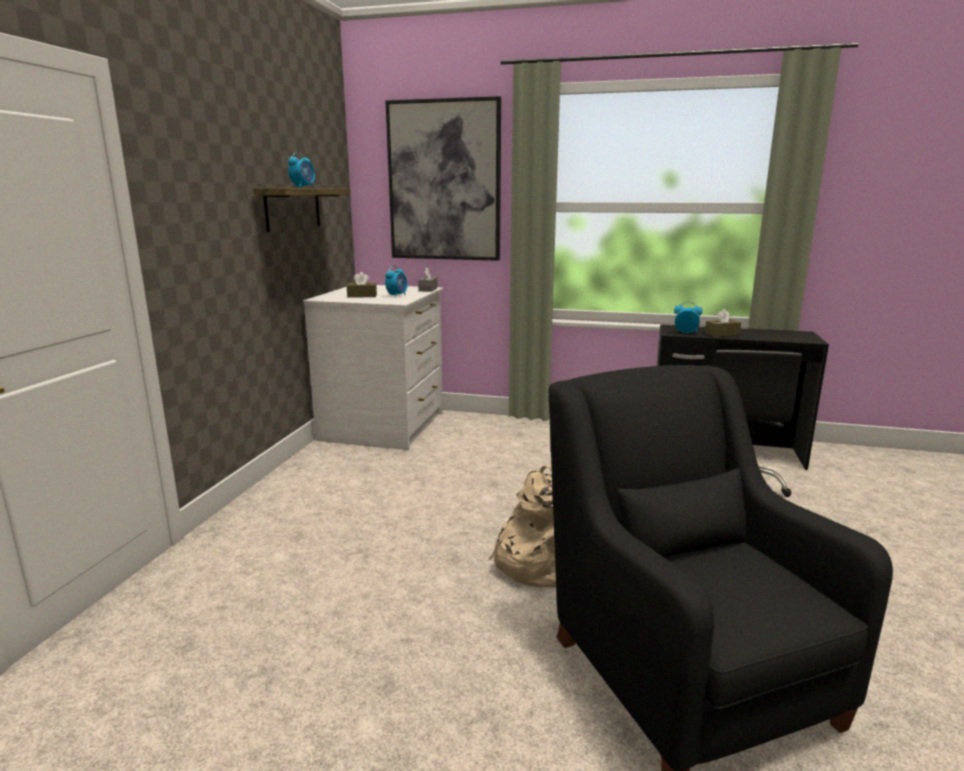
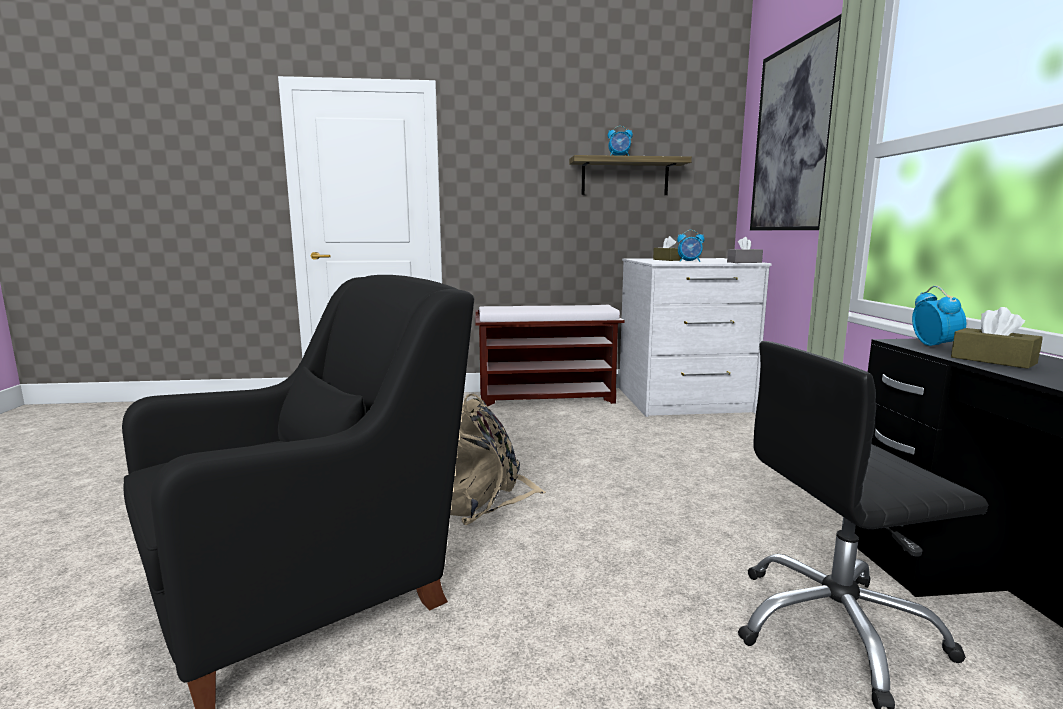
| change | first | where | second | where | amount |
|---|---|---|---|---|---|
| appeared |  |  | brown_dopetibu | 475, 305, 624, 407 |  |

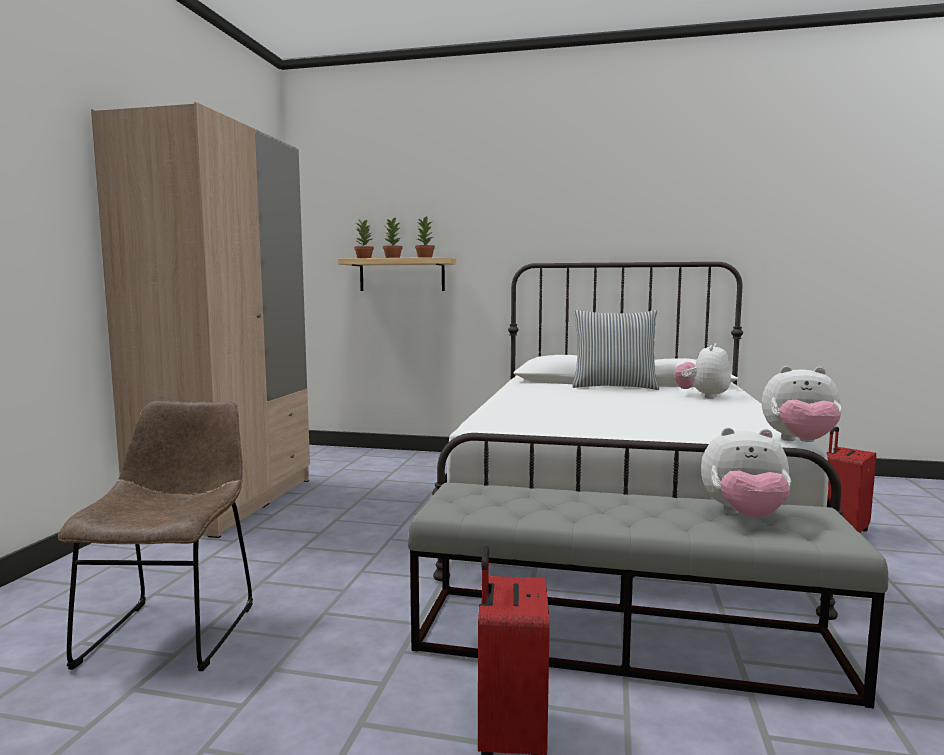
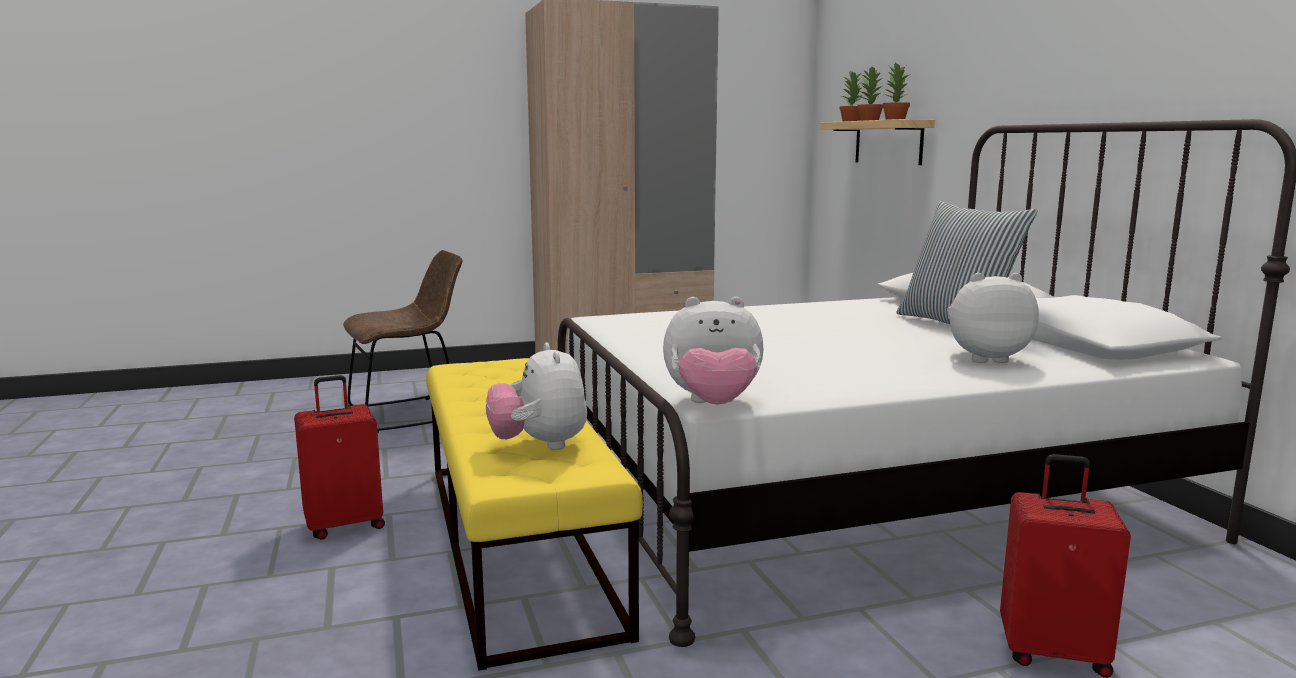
| change | first | where | second | where | amount |
|---|---|---|---|---|---|
| spun | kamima | 762, 366, 842, 442 |  | 663, 297, 763, 405 | 75 degrees counterclockwise |
| colour | grey_dopetibu | 408, 482, 888, 708 | yellow_dopetibu | 426, 358, 643, 671 |  |

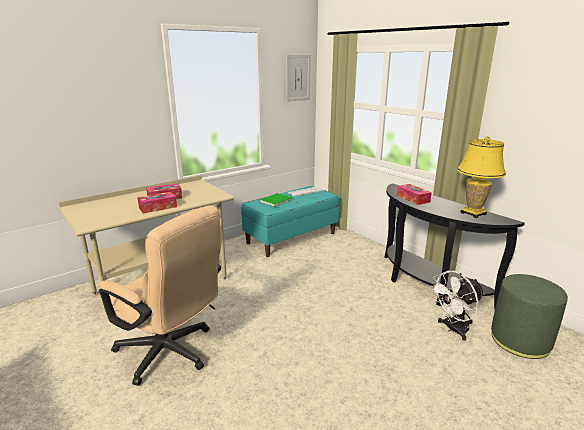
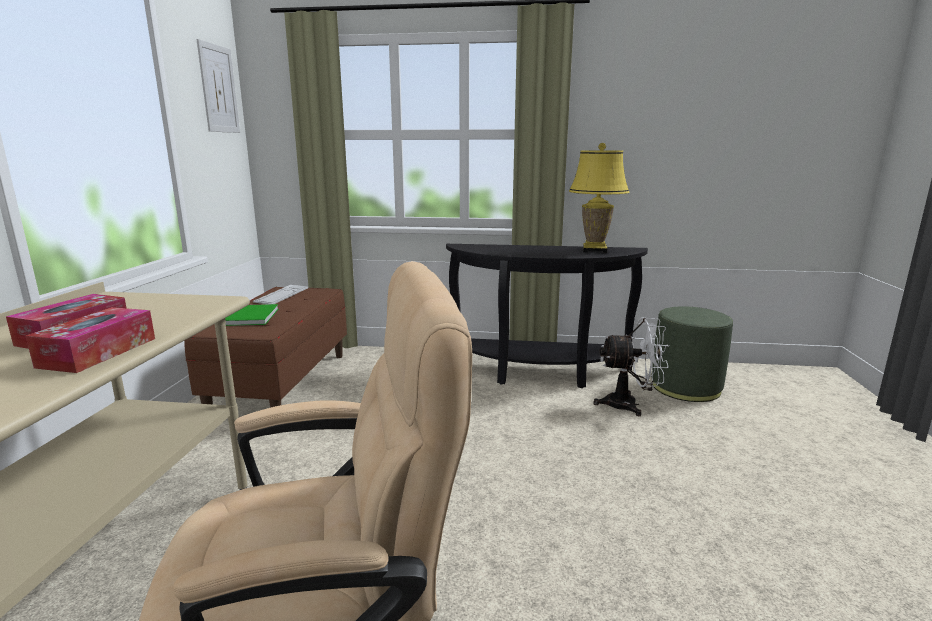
| change | first | where | second | where | amount |
|---|---|---|---|---|---|
| missing | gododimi | 397, 184, 432, 205 |  |  |  |
| colour | turquoise_dopetibu | 241, 186, 339, 257 | brown_dopetibu | 184, 287, 347, 408 |  |
| spun | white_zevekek | 429, 271, 485, 341 |  | 593, 317, 669, 416 | 105 degrees counterclockwise |

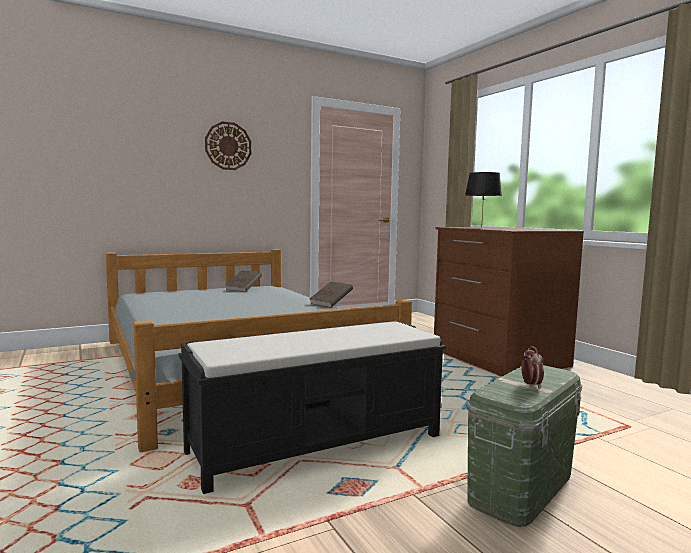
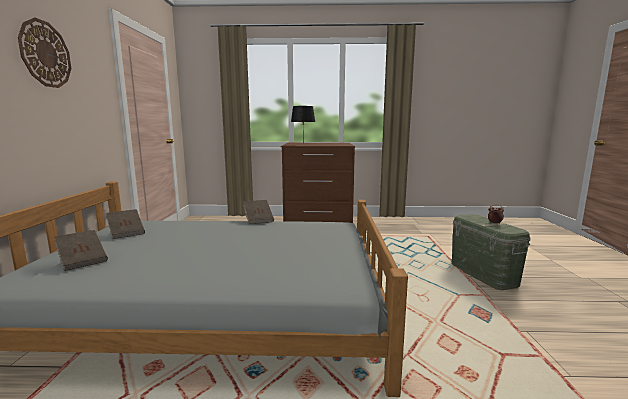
| change | first | where | second | where | amount |
|---|---|---|---|---|---|
| missing | black_dopetibu | 179, 320, 446, 494 |  |  |  |
| appeared |  |  | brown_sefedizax | 54, 230, 108, 271 |  |

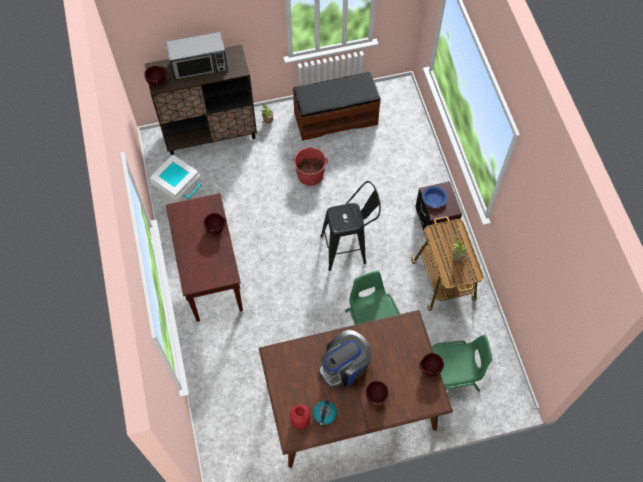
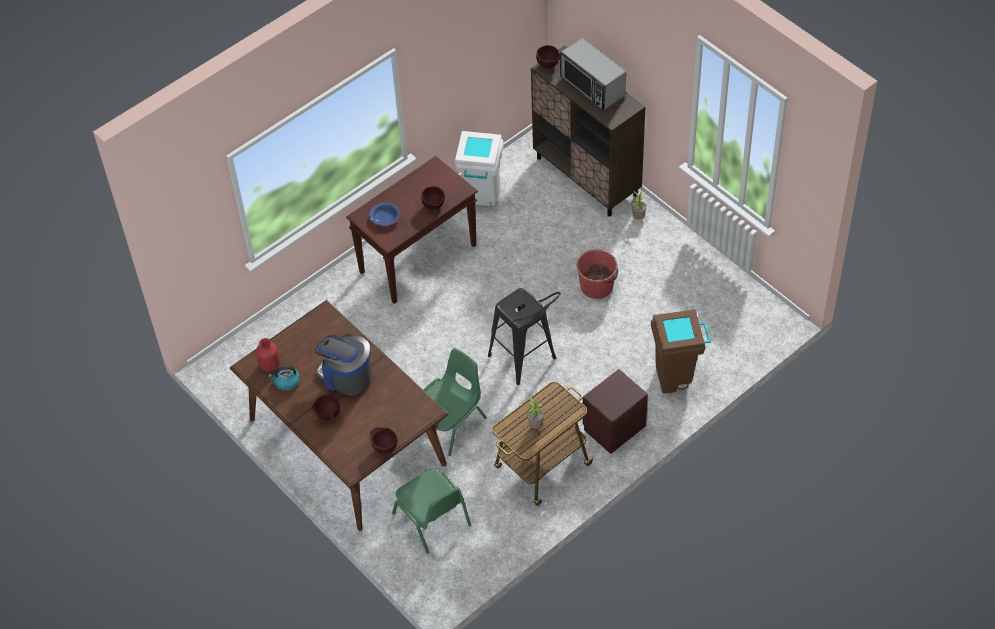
| change | first | where | second | where | amount |
|---|---|---|---|---|---|
| missing | brown_dopetibu | 293, 72, 381, 141 |  |  |  |
| relocated | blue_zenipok | 422, 186, 447, 208 |  | 369, 202, 400, 226 |  |
| appeared |  |  | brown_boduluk | 651, 309, 711, 394 |  |

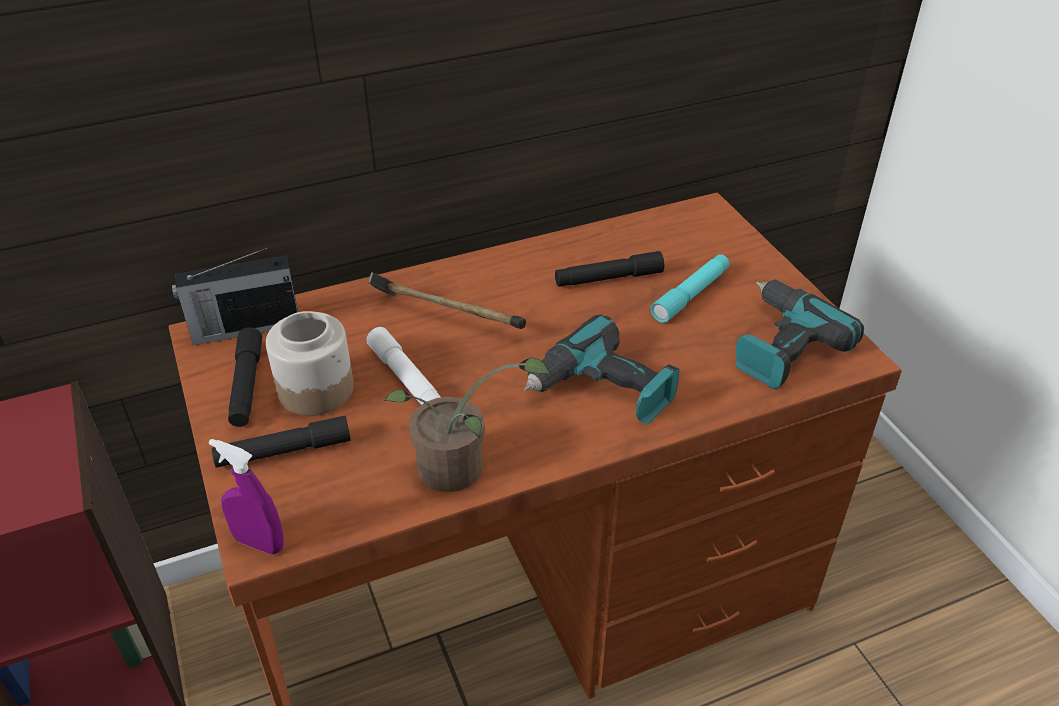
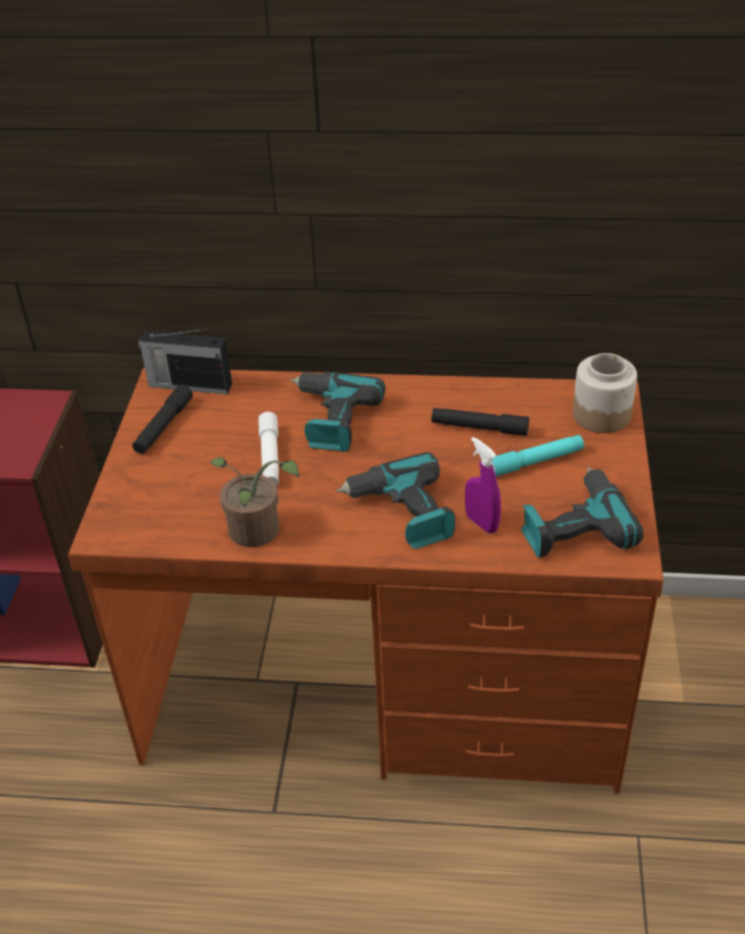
| change | first | where | second | where | amount |
|---|---|---|---|---|---|
| exchanged | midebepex | 368, 272, 526, 329 | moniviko | 290, 372, 385, 452 |  |
| relocated | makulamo | 266, 311, 354, 416 |  | 573, 353, 637, 433 |  |
| missing | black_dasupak | 212, 416, 351, 468 |  |  |  |
| relocated | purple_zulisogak | 209, 439, 284, 555 |  | 465, 437, 501, 533 |  |

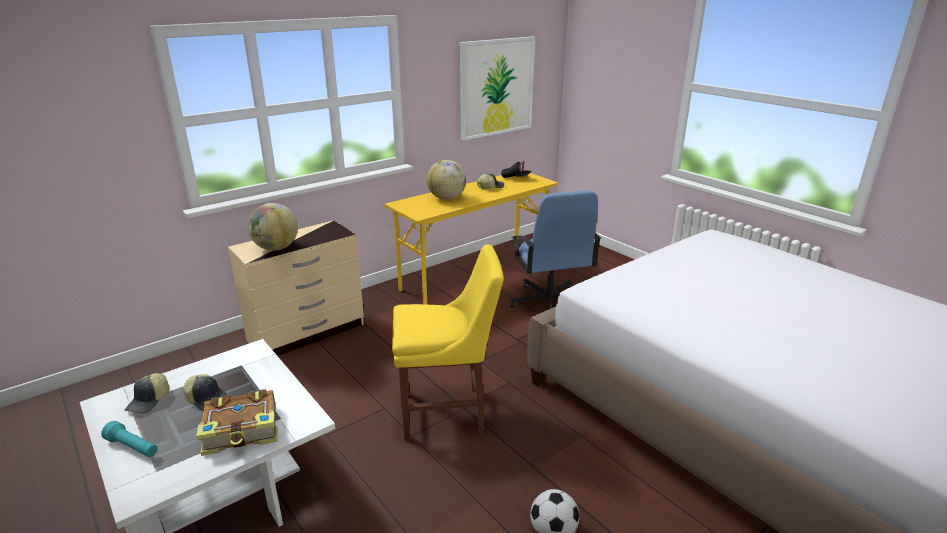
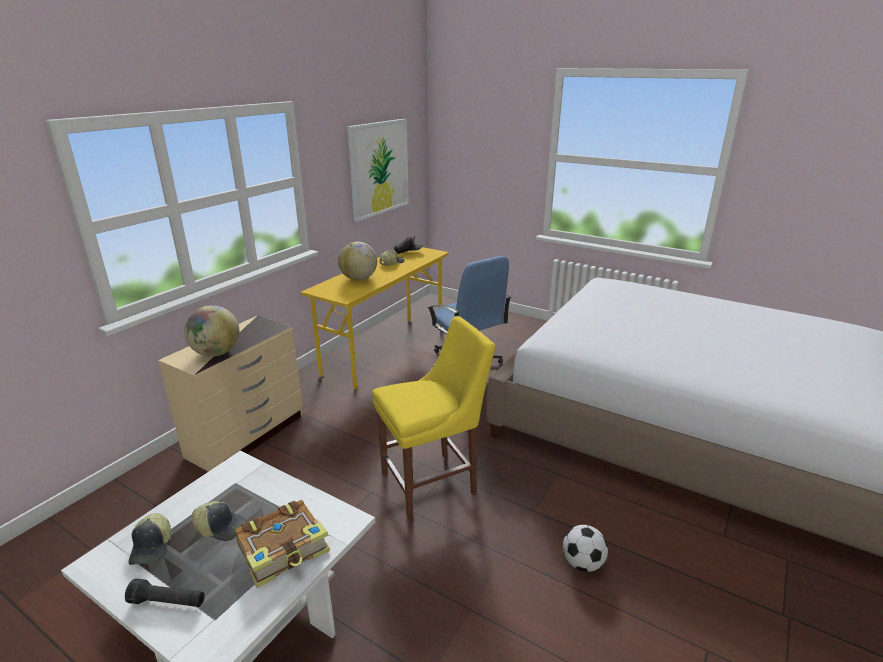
| change | first | where | second | where | amount |
|---|---|---|---|---|---|
| colour | turquoise_dasupak | 101, 421, 158, 457 | black_dasupak | 125, 578, 205, 607 |  |

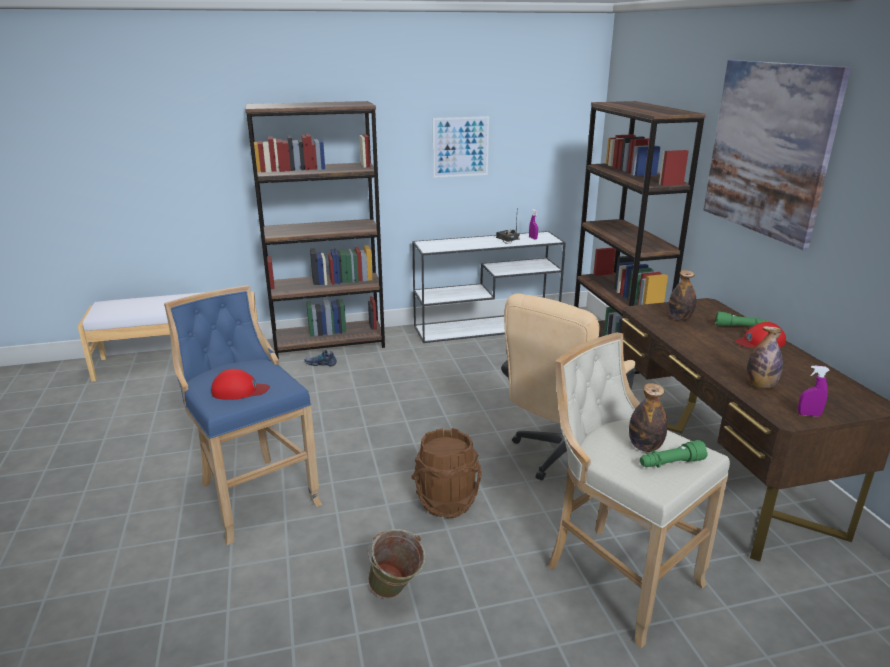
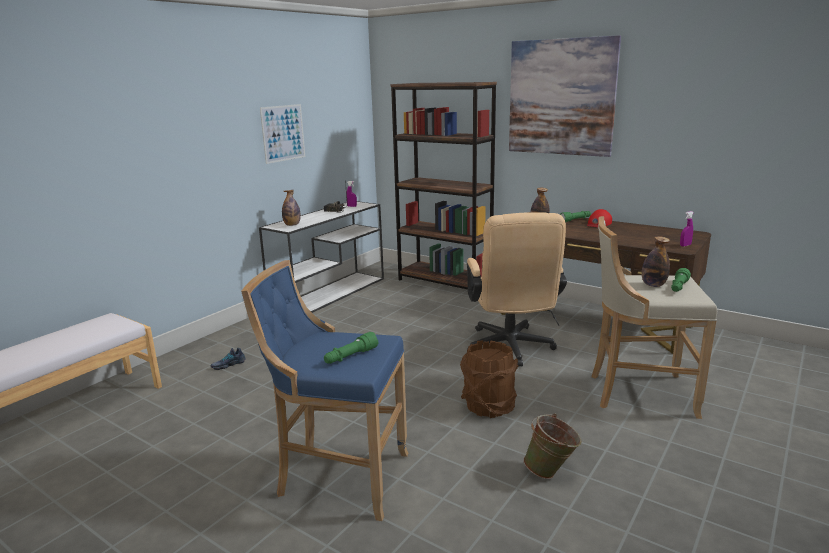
| change | first | where | second | where | amount |
|---|---|---|---|---|---|
| missing | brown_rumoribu | 245, 101, 385, 359 |  |  |  |
| relocated | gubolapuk | 747, 326, 783, 388 |  | 282, 190, 301, 226 |  |
| exchanged | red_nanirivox | 211, 369, 270, 400 | green_dasupak | 324, 332, 378, 364 |  |

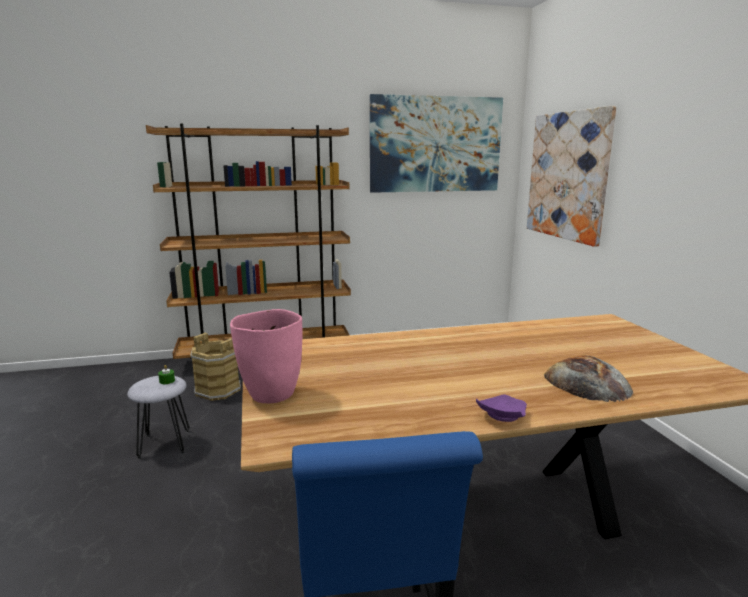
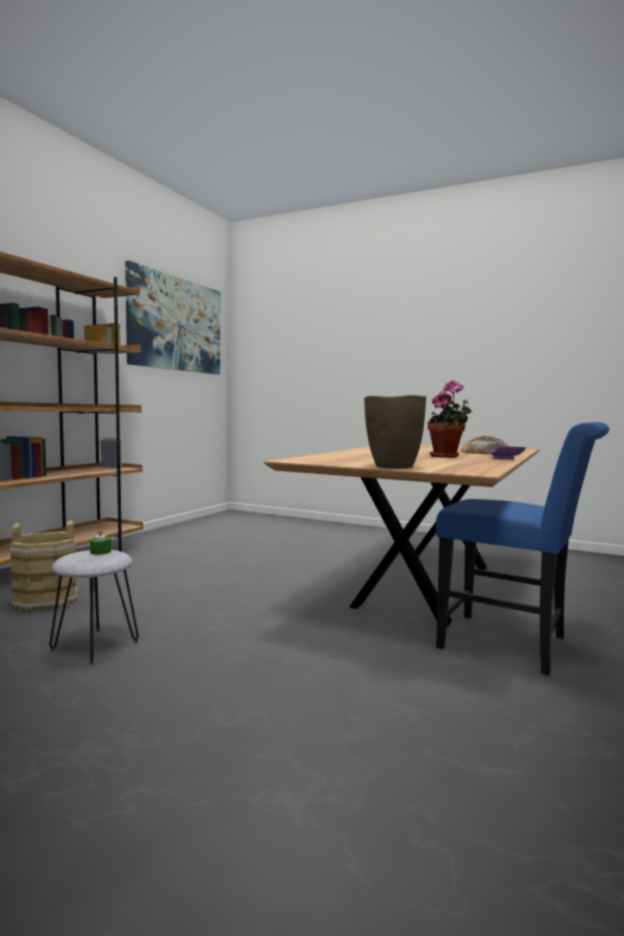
| change | first | where | second | where | amount |
|---|---|---|---|---|---|
| missing | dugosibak | 527, 106, 616, 247 |  |  |  |
| colour | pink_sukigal | 230, 309, 303, 404 | brown_sukigal | 364, 395, 426, 469 |  |
| appeared |  |  | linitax | 427, 380, 472, 458 |  |

